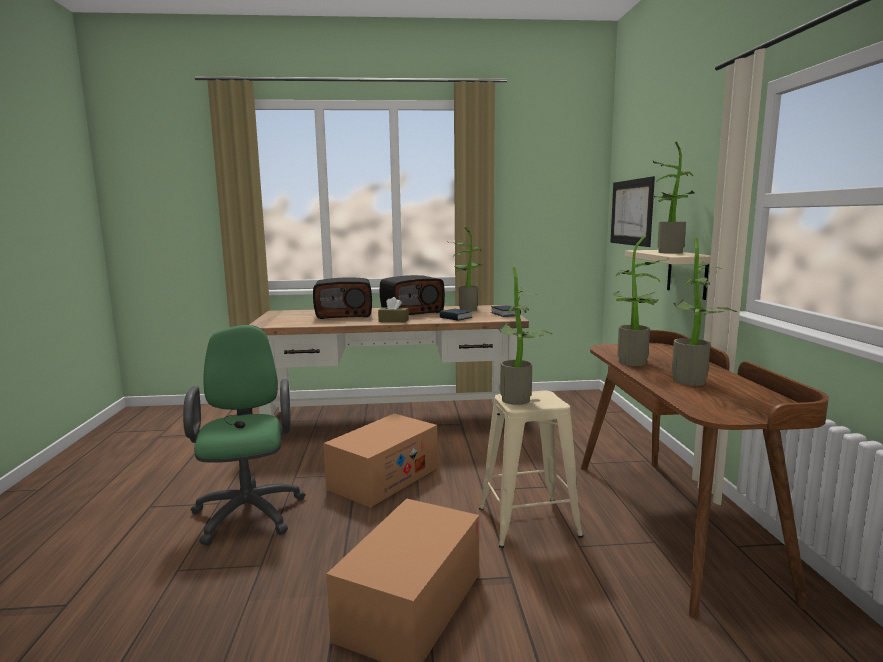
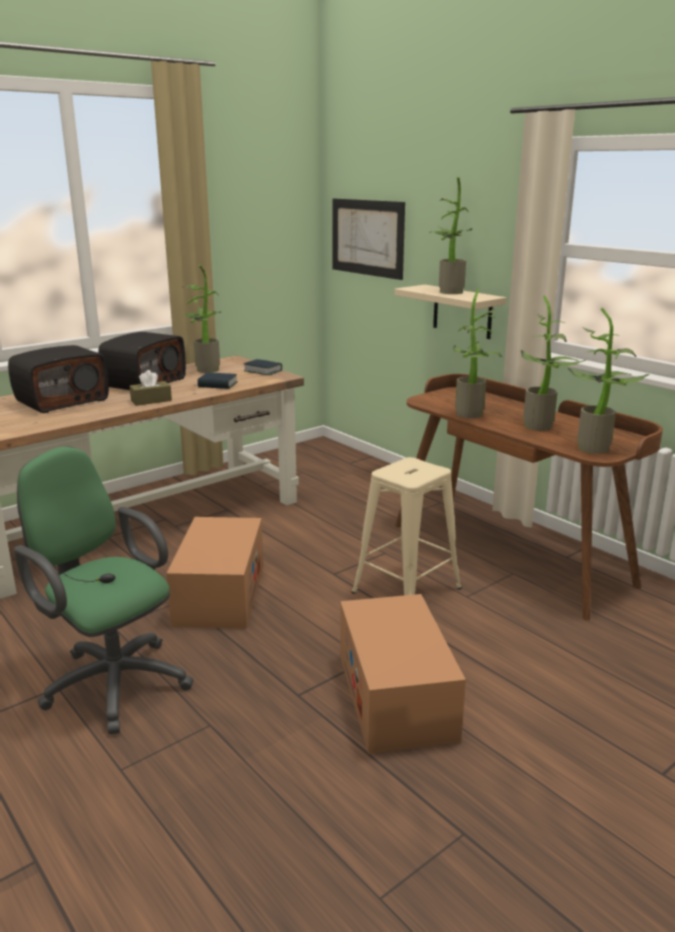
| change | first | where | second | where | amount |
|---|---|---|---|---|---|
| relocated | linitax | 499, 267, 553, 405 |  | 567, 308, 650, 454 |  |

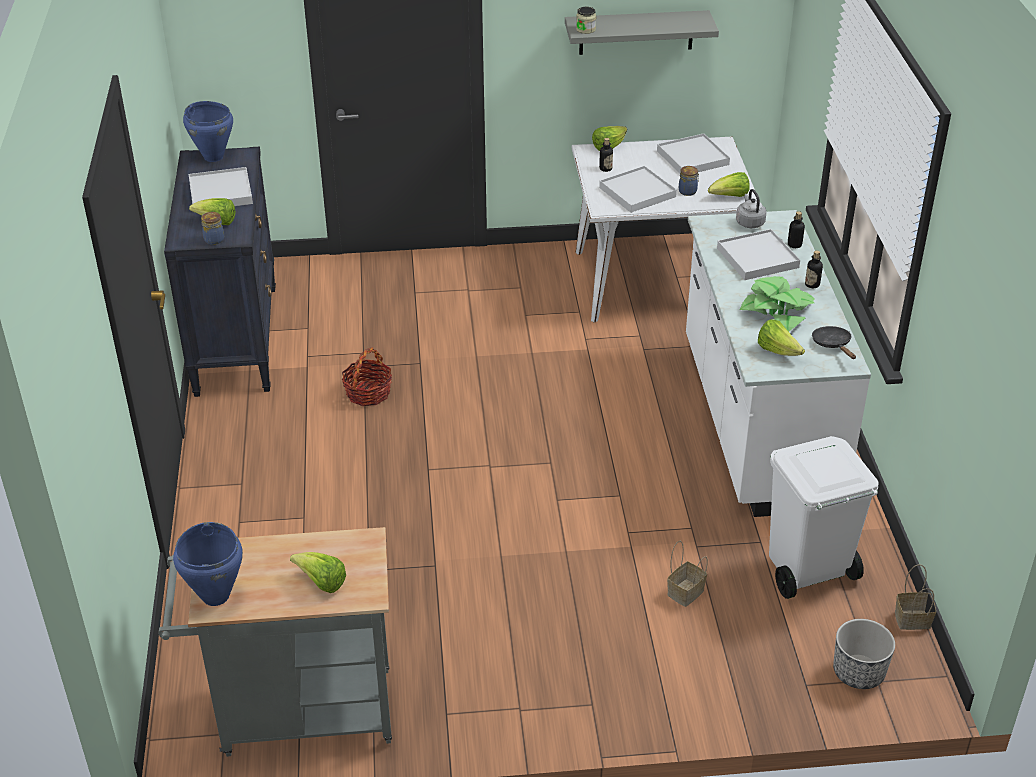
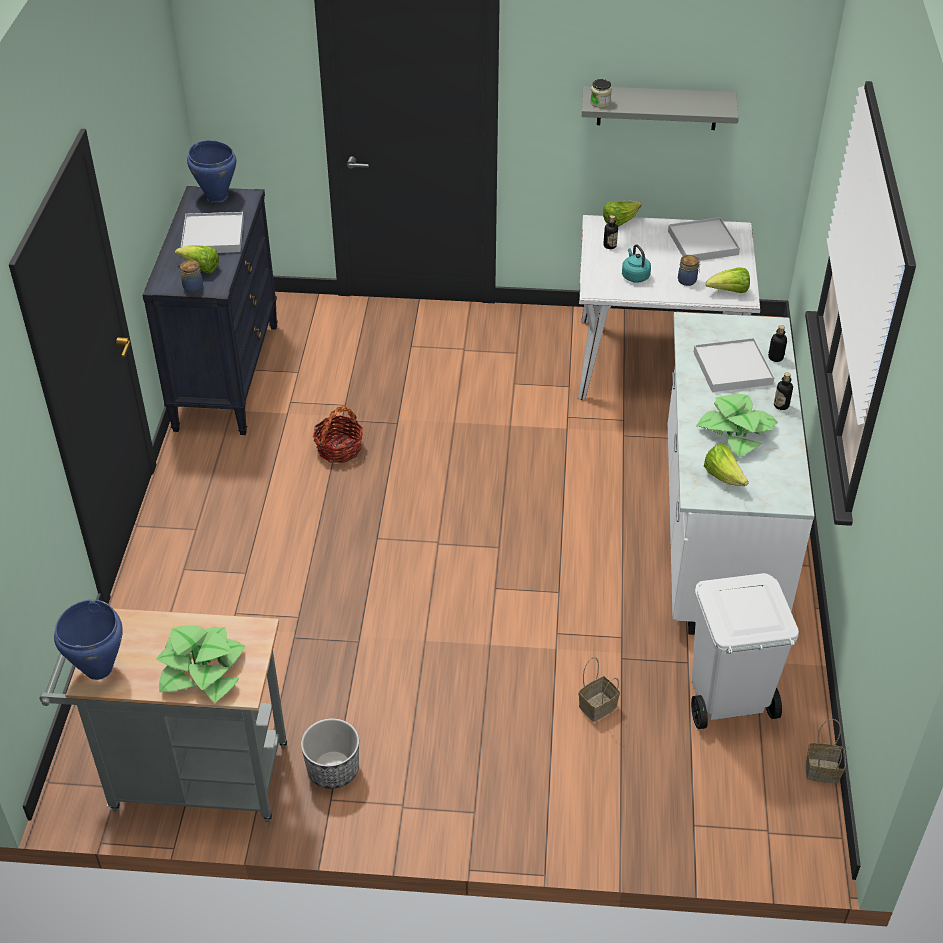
| change | first | where | second | where | amount |
|---|---|---|---|---|---|
| exchanged | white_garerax | 599, 166, 677, 213 | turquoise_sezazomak | 622, 244, 651, 283 |  |
| missing | grey_sezazomak | 736, 189, 767, 228 |  |  |  |
| missing | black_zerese | 812, 326, 856, 359 |  |  |  |
| exchanged | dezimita | 290, 552, 346, 593 | linitax | 156, 625, 245, 703 |  |
| relocated | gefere | 833, 619, 895, 689 |  | 301, 718, 359, 789 |  |

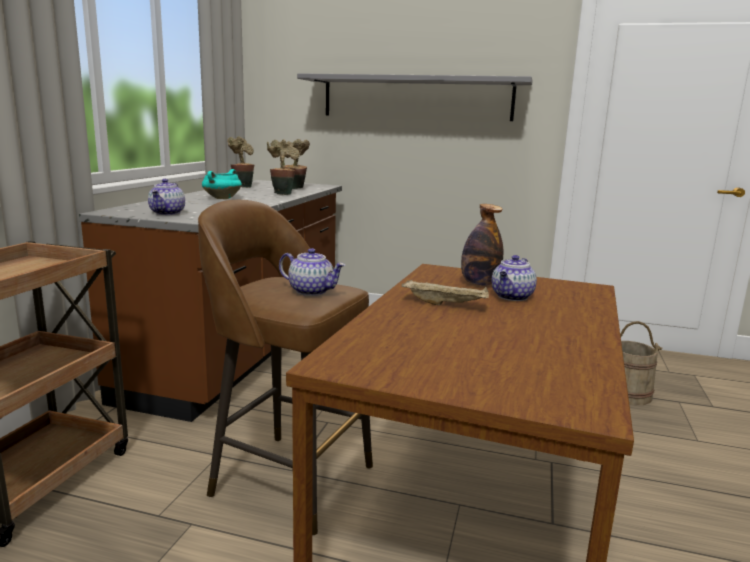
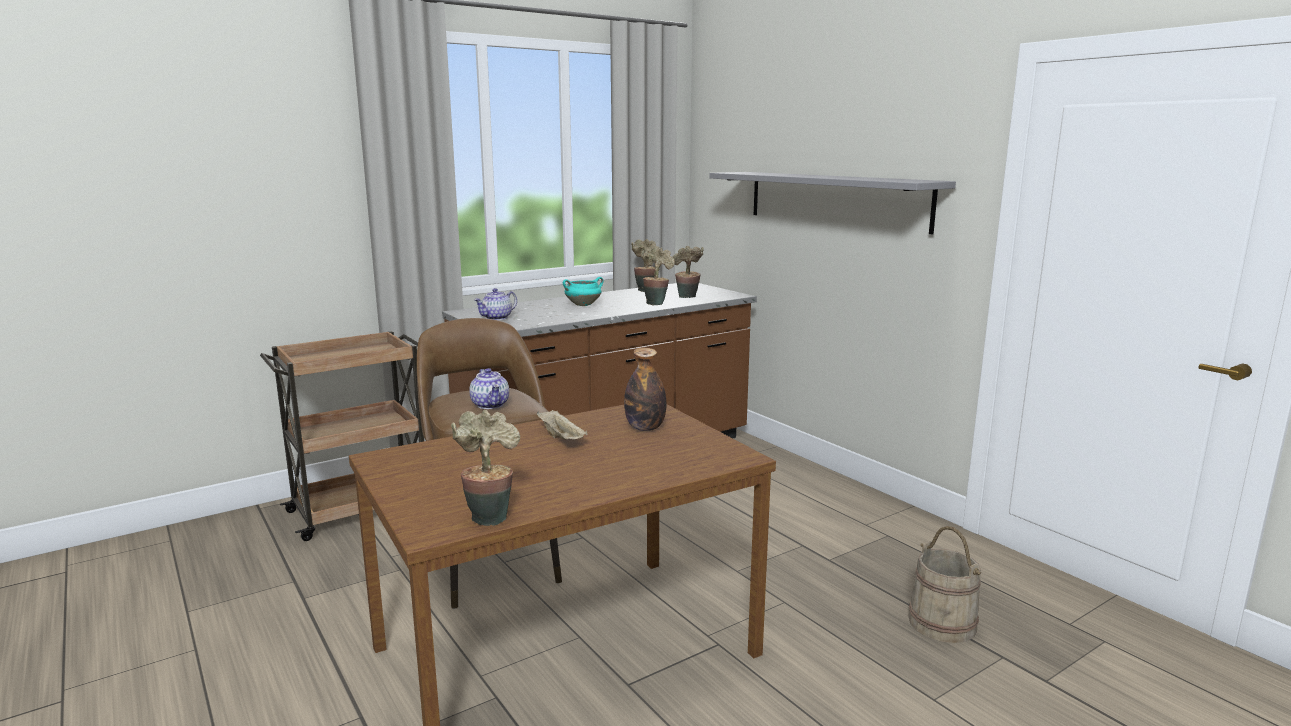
| change | first | where | second | where | amount |
|---|---|---|---|---|---|
| missing | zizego | 492, 255, 537, 301 |  |  |  |
| appeared |  |  | linitax | 451, 410, 520, 526 |  |

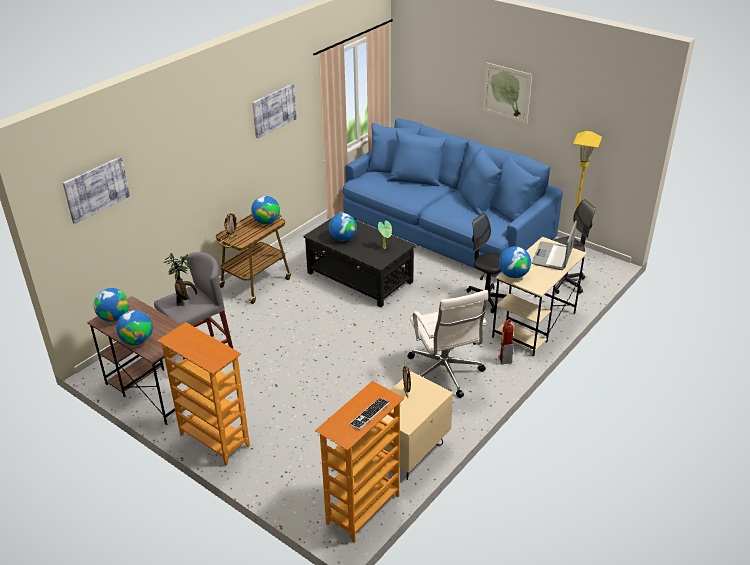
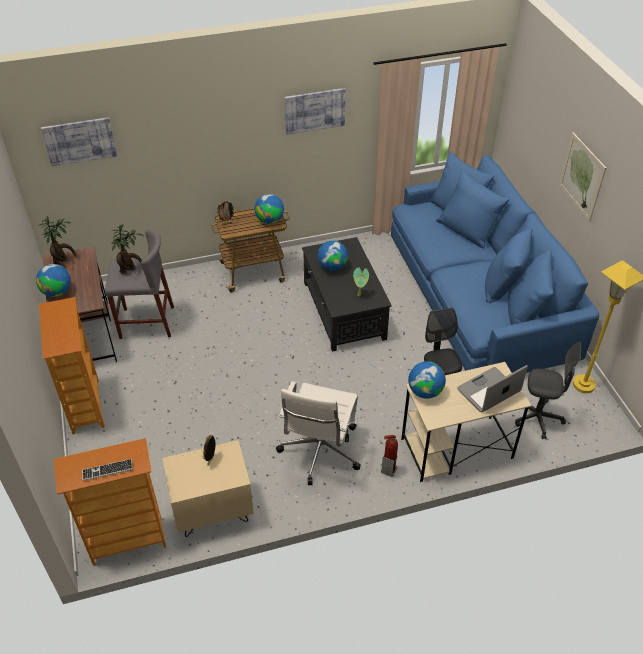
| change | first | where | second | where | amount |
|---|---|---|---|---|---|
| exchanged | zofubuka | 94, 288, 129, 322 | linitax | 39, 216, 76, 266 |  |

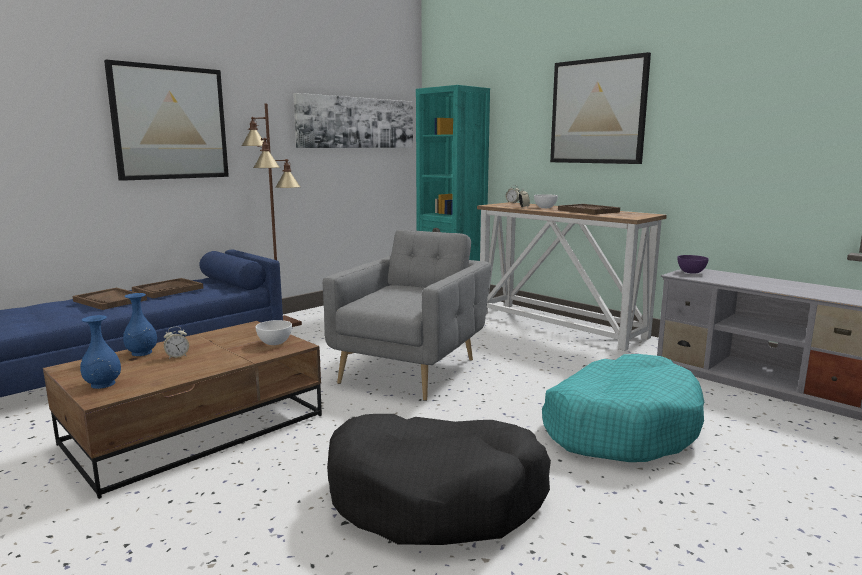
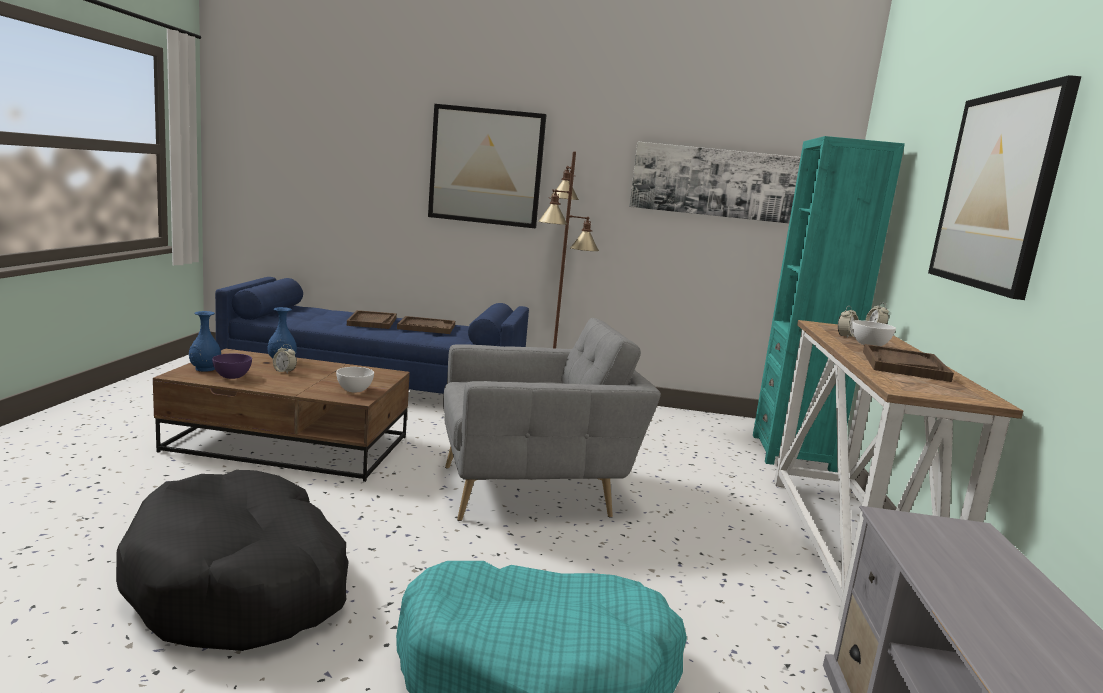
| change | first | where | second | where | amount |
|---|---|---|---|---|---|
| relocated | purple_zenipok | 677, 255, 709, 274 |  | 212, 354, 252, 379 |  |

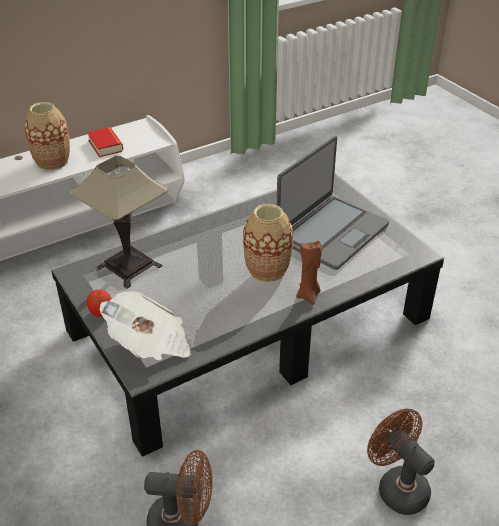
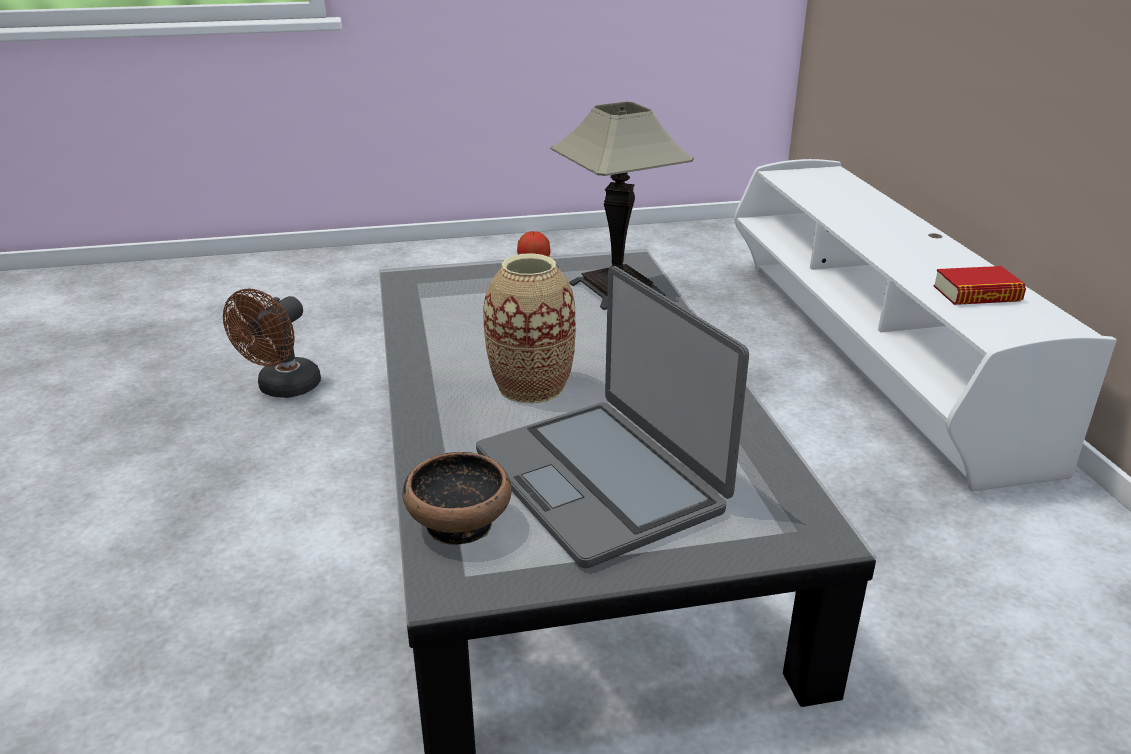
| change | first | where | second | where | amount |
|---|---|---|---|---|---|
| missing | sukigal | 24, 102, 70, 170 |  |  |  |
| missing | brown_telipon | 297, 241, 322, 305 |  |  |  |
| missing | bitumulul | 100, 291, 191, 361 |  |  |  |
| missing | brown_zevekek | 367, 408, 435, 515 |  |  |  |
| appeared |  |  | zenipok | 402, 452, 512, 545 |  |

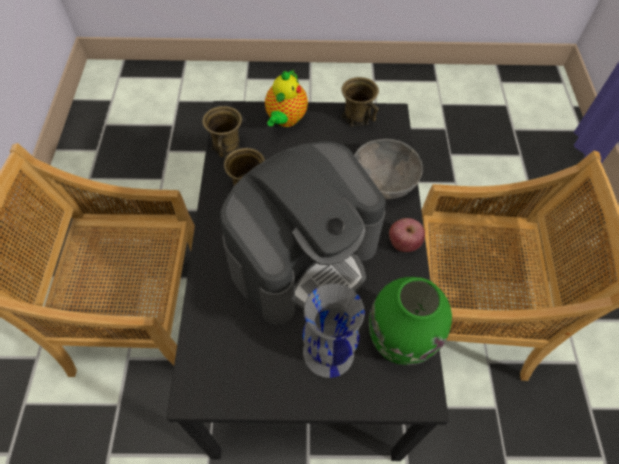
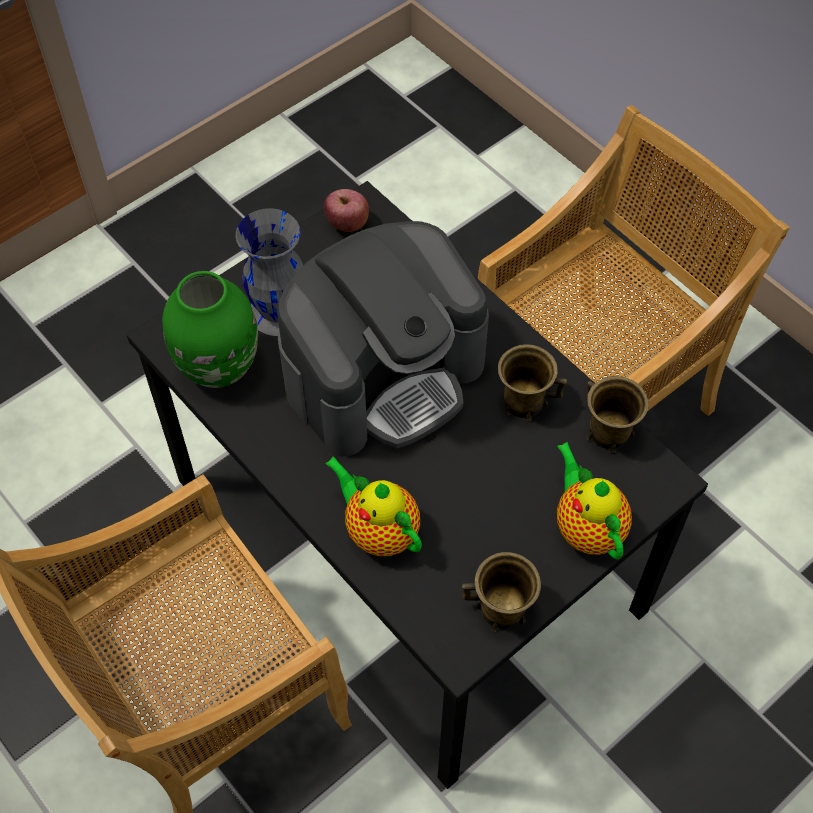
| change | first | where | second | where | amount |
|---|---|---|---|---|---|
| exchanged | grey_zenipok | 354, 139, 423, 199 | zizego | 325, 456, 422, 556 |  |
| spun | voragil | 220, 141, 386, 325 |  | 277, 221, 489, 456 | 135 degrees counterclockwise |
| relocated | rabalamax | 389, 218, 425, 252 |  | 324, 189, 369, 232 |  |

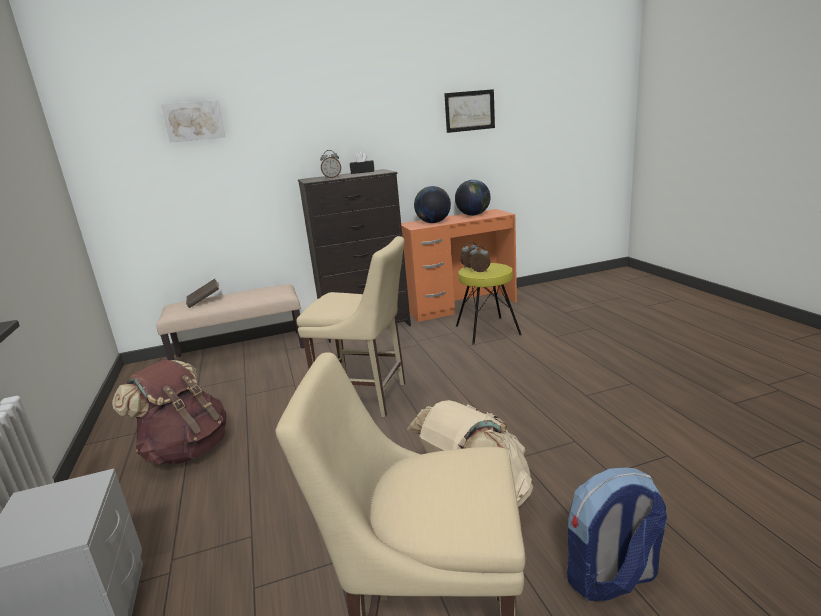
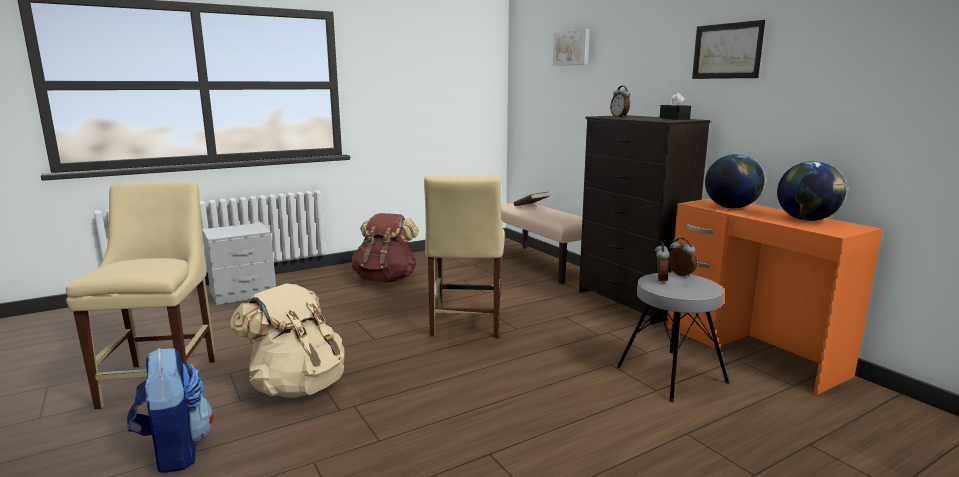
| change | first | where | second | where | amount |
|---|---|---|---|---|---|
| relocated | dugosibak | 444, 89, 495, 133 |  | 692, 20, 765, 79 |  |
| colour | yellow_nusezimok | 456, 263, 522, 344 | grey_nusezimok | 617, 272, 729, 402 |  |

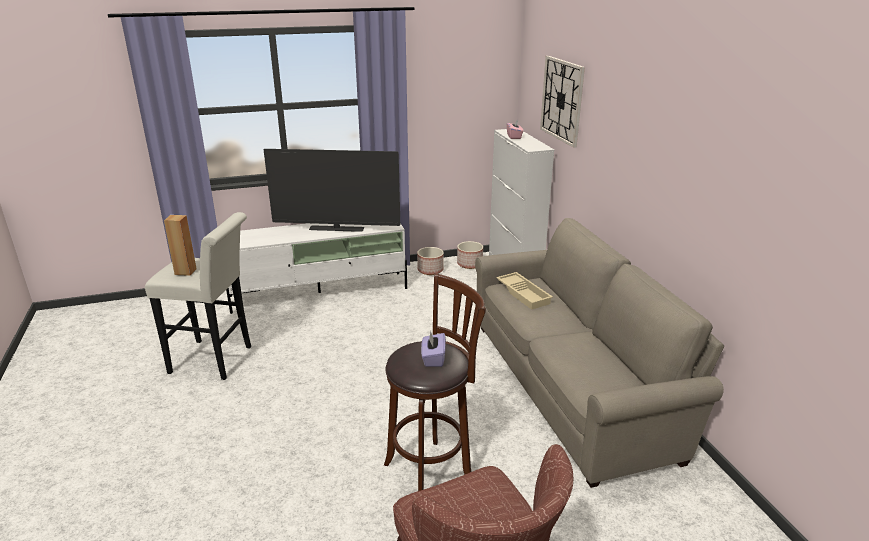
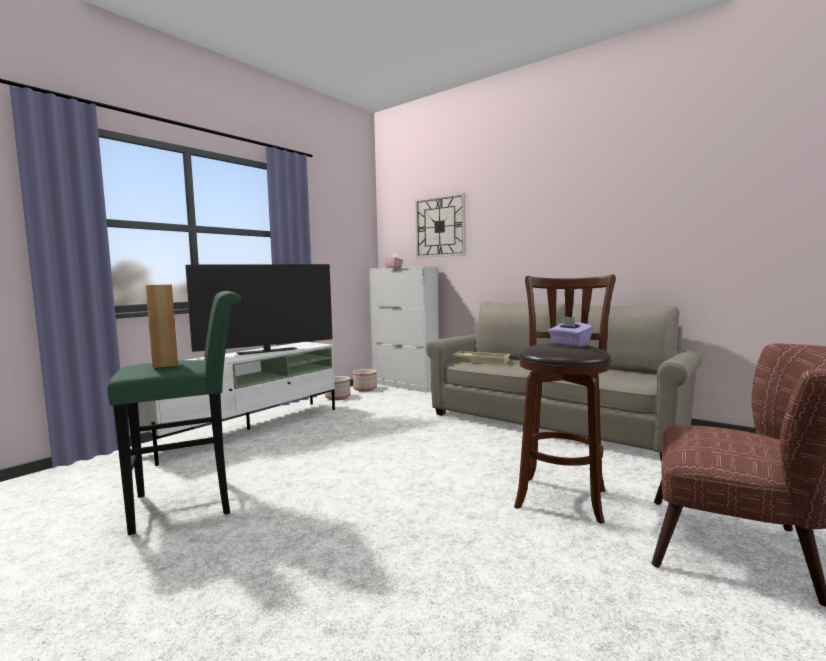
| change | first | where | second | where | amount |
|---|---|---|---|---|---|
| colour | white_nusezimok | 145, 212, 251, 380 | green_nusezimok | 107, 291, 241, 535 |  |

